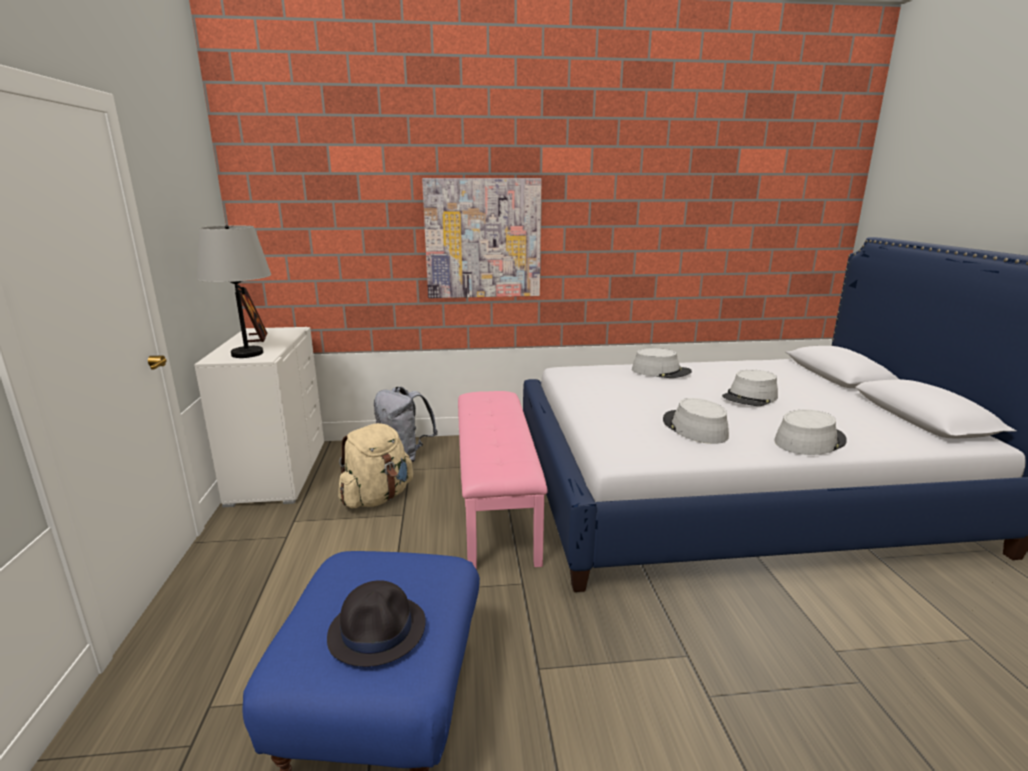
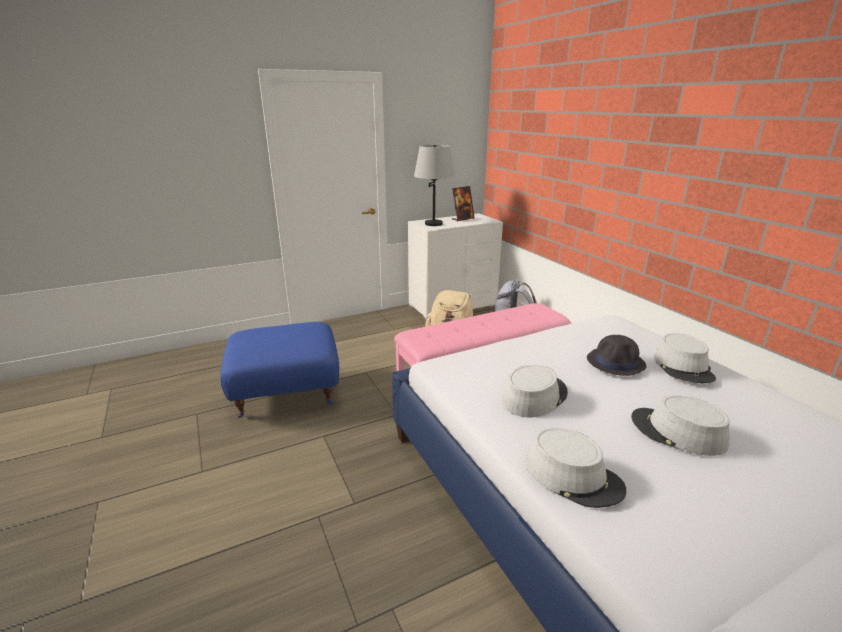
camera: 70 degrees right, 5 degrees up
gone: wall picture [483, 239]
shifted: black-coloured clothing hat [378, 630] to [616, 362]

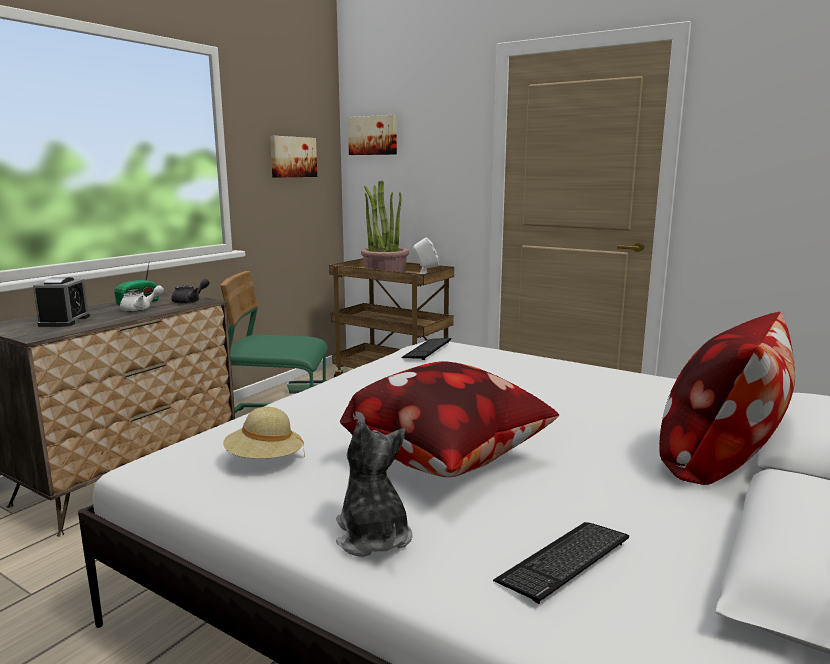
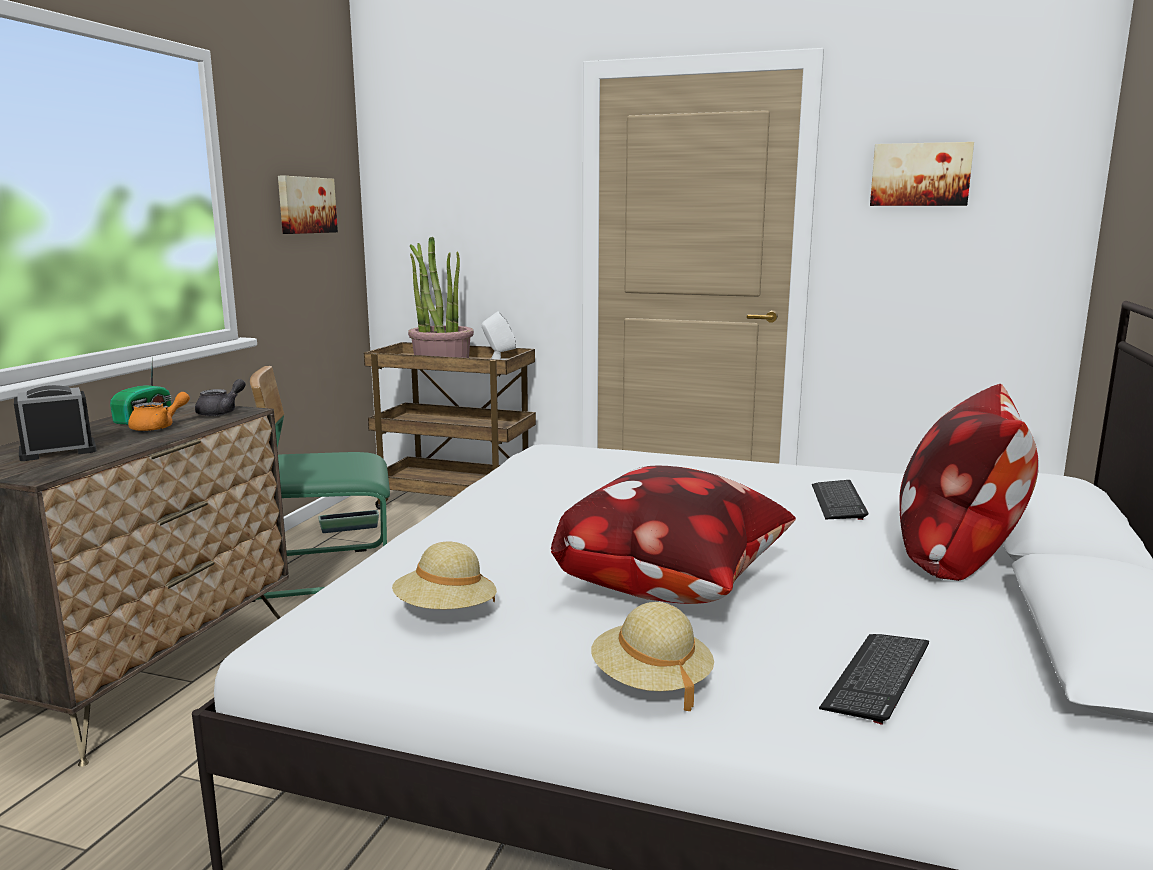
camera: 15 degrees left, 0 degrees up
shifted: wall picture [373, 135] to [920, 174]; PC keyboard [427, 350] to [838, 502]
swapped: soft toy [373, 537] to beige-coloured clothing hat [651, 682]
repainted: white teapot [141, 309] to orange teapot [159, 427]
rotated: table clock [64, 321] = [58, 451] 105 degrees counterclockwise

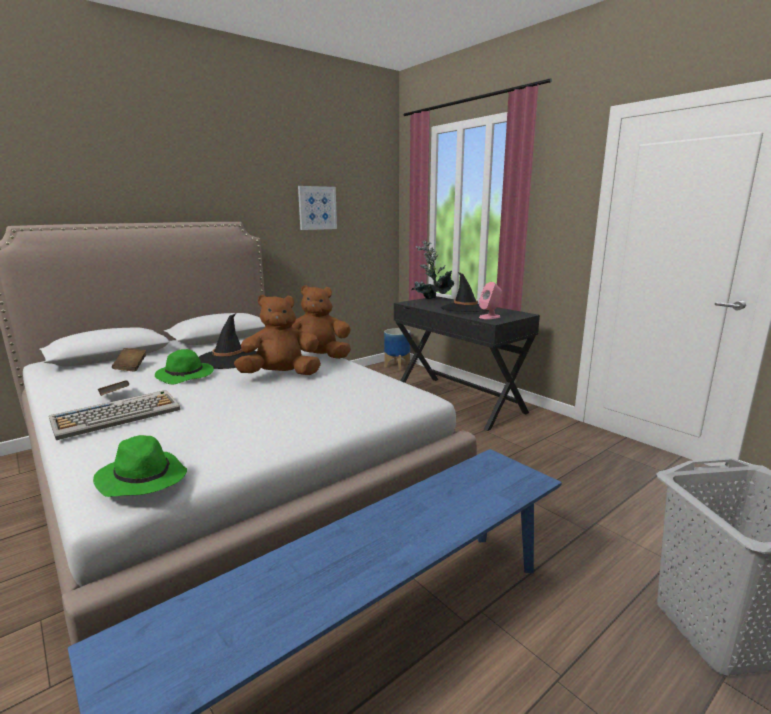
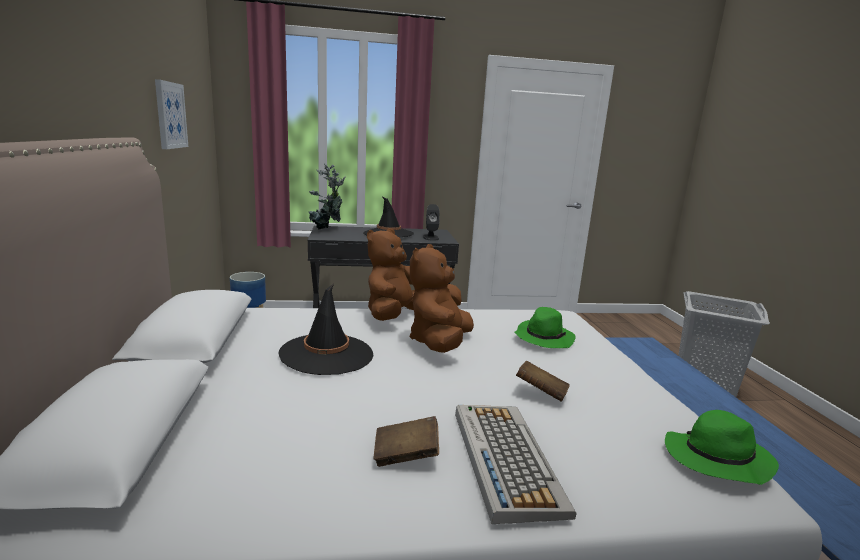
camera: 60 degrees left, 0 degrees up
shifted: brown volume [131, 367] to [541, 393]; greenish clothing hat [186, 376] to [543, 338]
repainted: pink-coloured audio speaker [489, 317] to black-coloured audio speaker [430, 237]

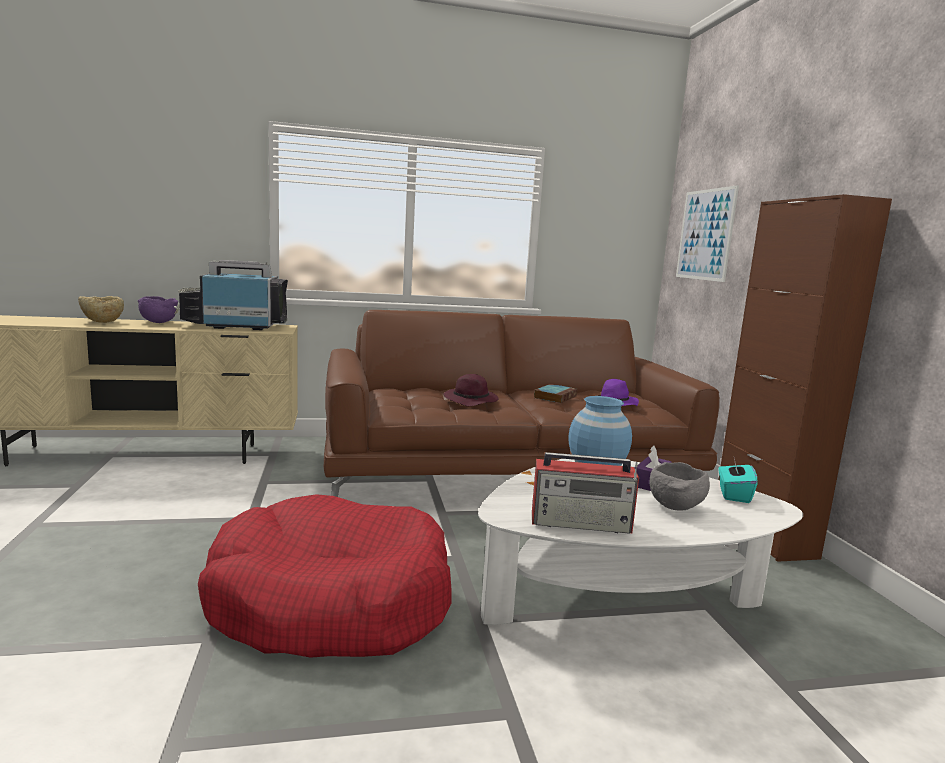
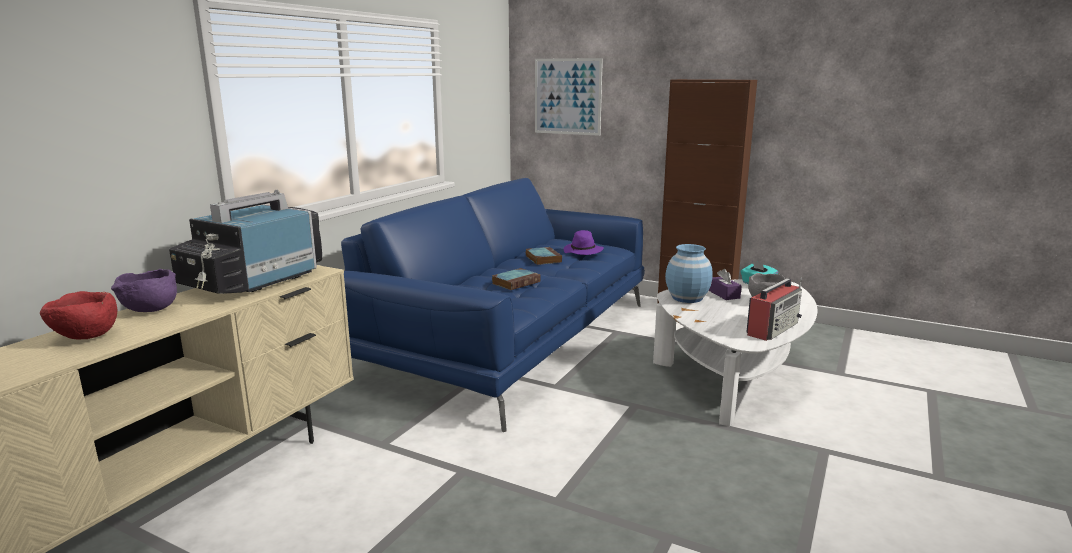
camera: 50 degrees left, 5 degrees up
gone: reddish dog cushion [330, 601]
swapped: purple clothing hat [471, 400] to volume [516, 282]
repainted: beige-coloured serving bowl [102, 322] to reddish serving bowl [85, 337]; brown settee [506, 472] to bluish settee [512, 338]

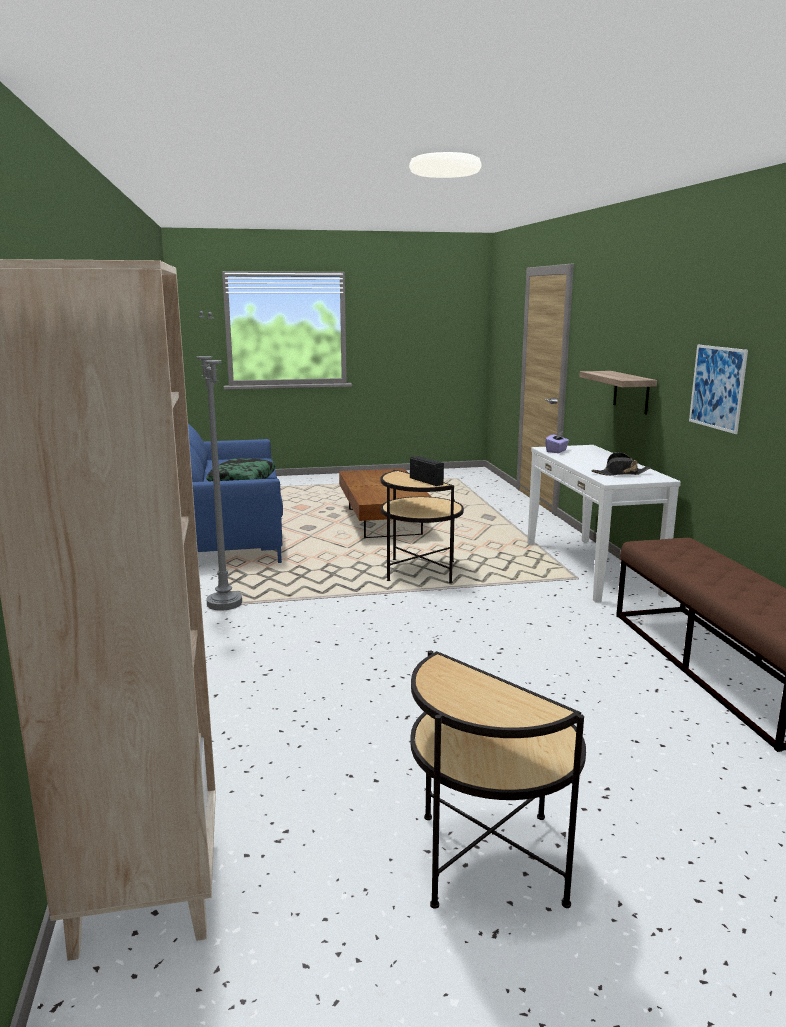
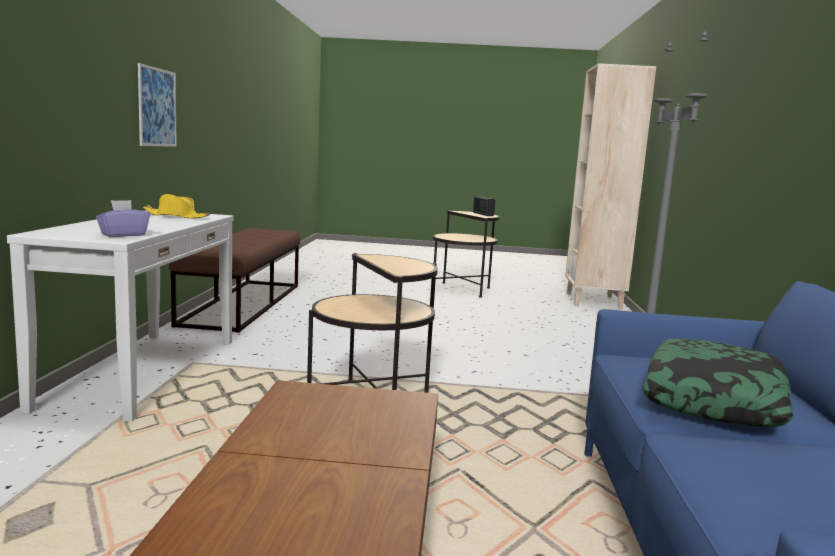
camera: 165 degrees left, 5 degrees down
gone: wall shelf [631, 392]
shifted: radio receiver [426, 481] to [482, 214]
repainted: black-coloured clothing hat [620, 473] to yellow clothing hat [176, 216]

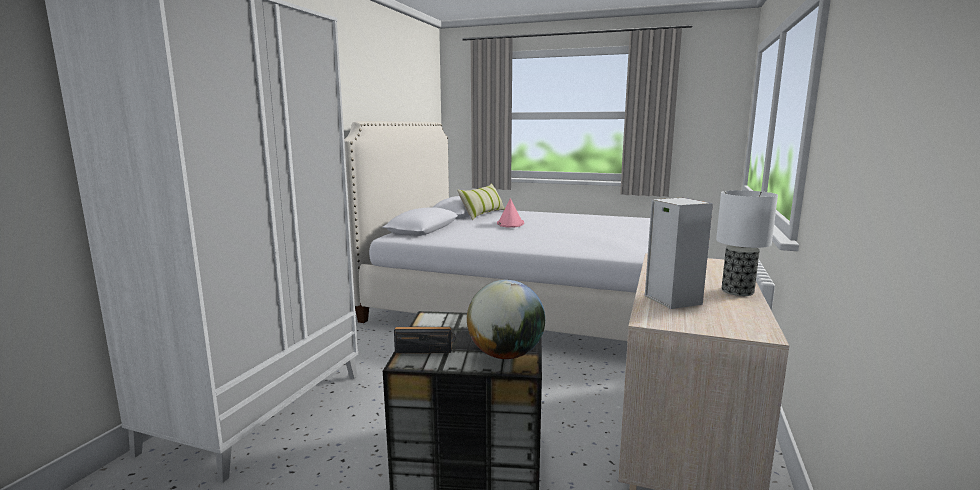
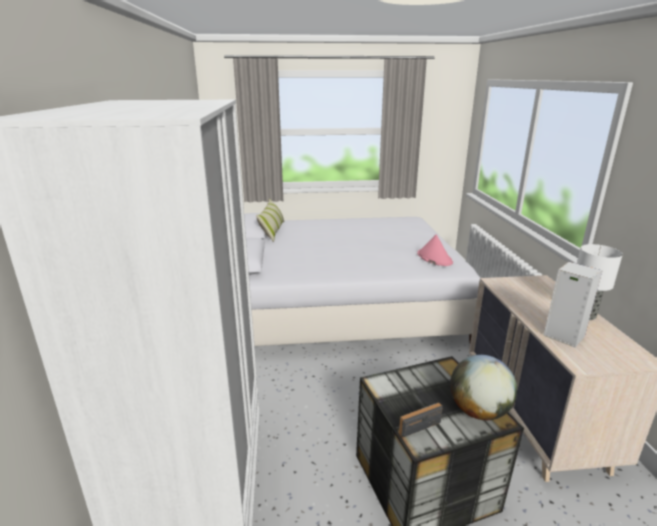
camera: 25 degrees left, 10 degrees up
shifted: pink-coloured clothing hat [510, 224] to [434, 258]

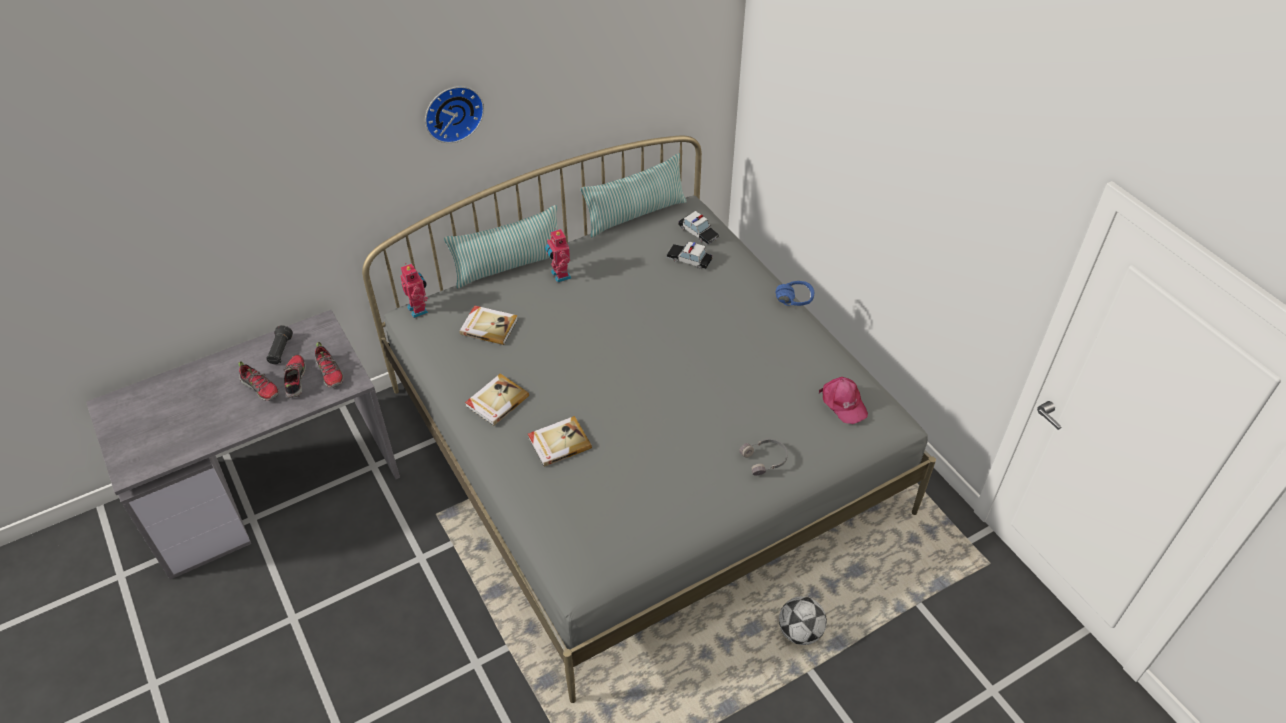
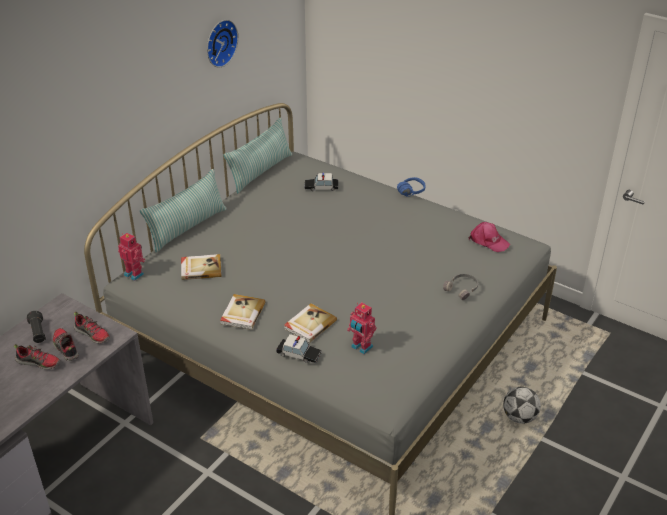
camera: 25 degrees left, 10 degrees down
shifted: clock on the wall [452, 112] to [219, 42]; toy robot [559, 275] to [361, 347]; model car [698, 232] to [299, 354]

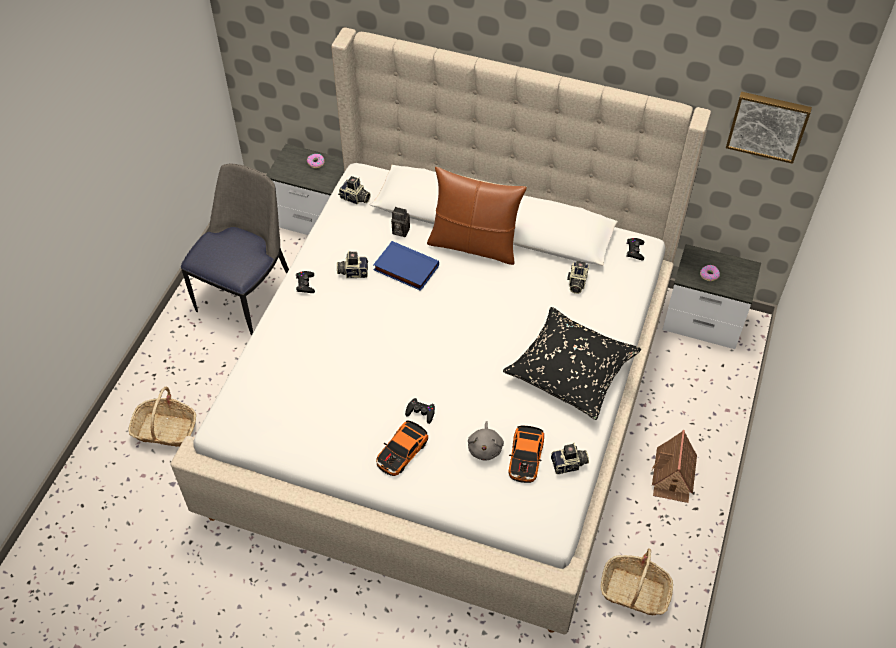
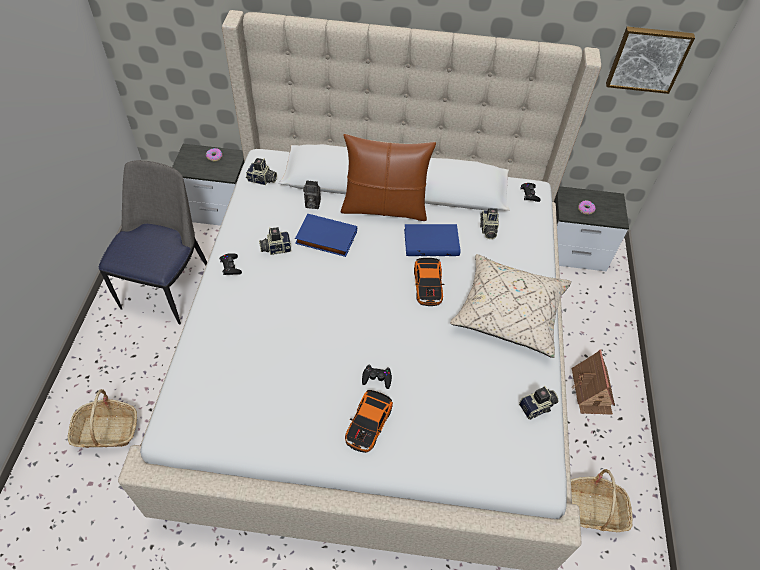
camera: 15 degrees left, 0 degrees up
gone: greyish soft toy [485, 448]
new: bluish volume [431, 241]
shifted: model car [526, 457] to [428, 285]
repainted: black-coloured cushion [571, 371] to beige-coloured cushion [509, 312]

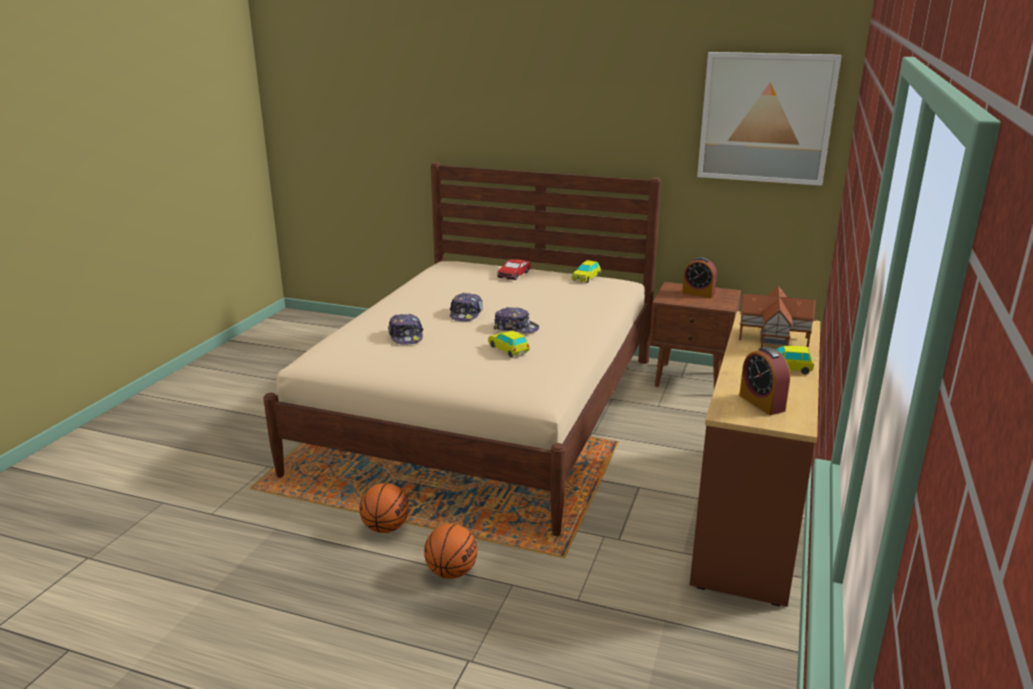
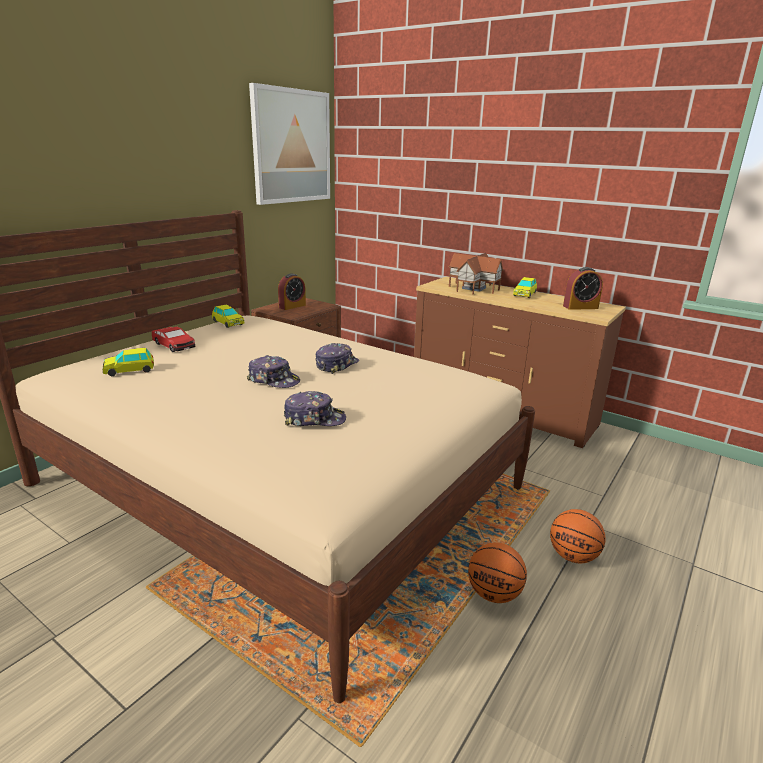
camera: 75 degrees left, 0 degrees up
shifted: model car [508, 349] to [129, 370]

